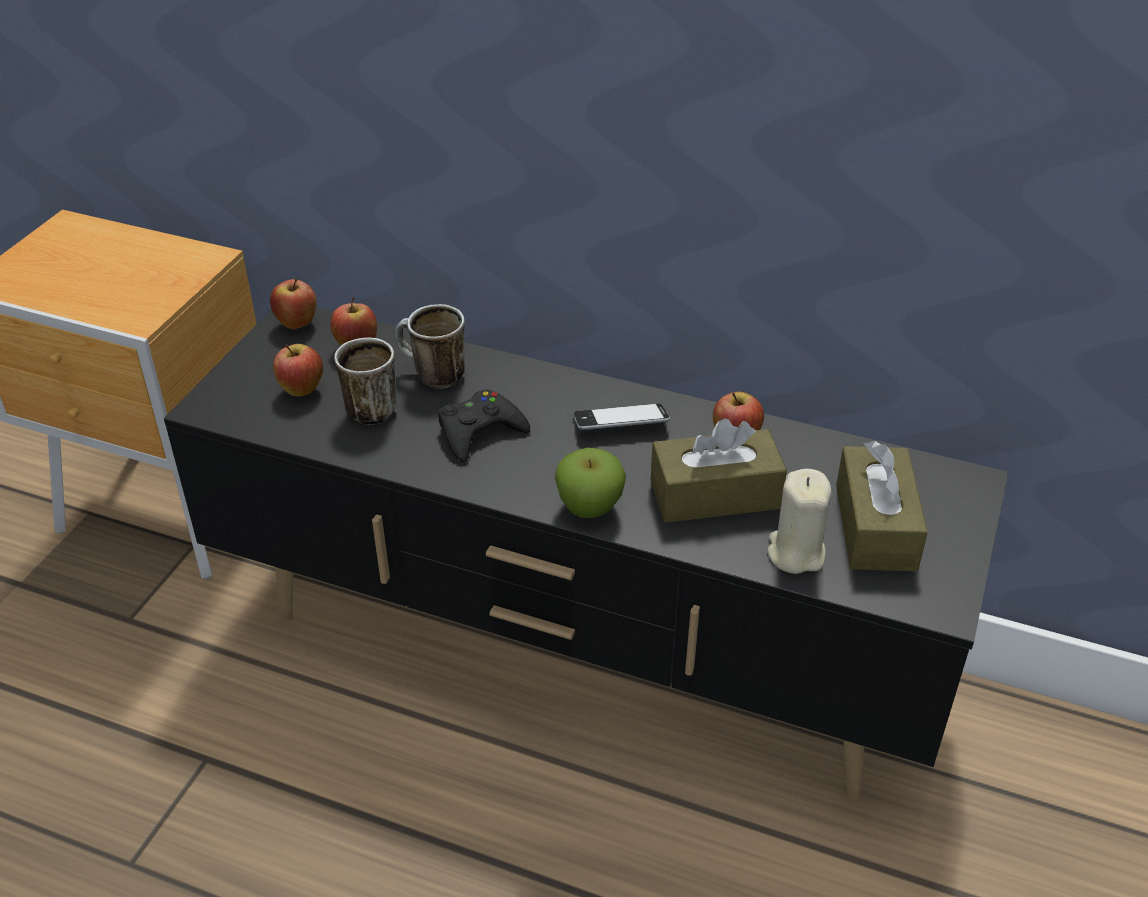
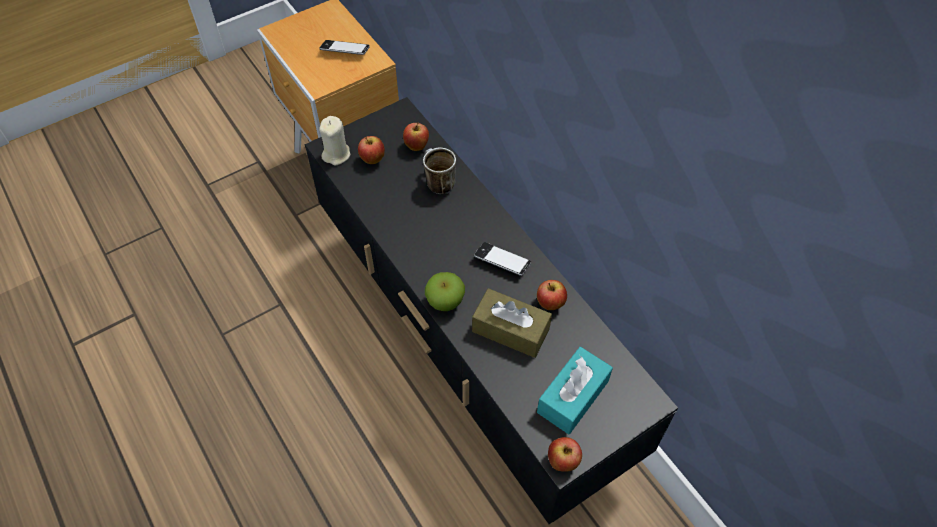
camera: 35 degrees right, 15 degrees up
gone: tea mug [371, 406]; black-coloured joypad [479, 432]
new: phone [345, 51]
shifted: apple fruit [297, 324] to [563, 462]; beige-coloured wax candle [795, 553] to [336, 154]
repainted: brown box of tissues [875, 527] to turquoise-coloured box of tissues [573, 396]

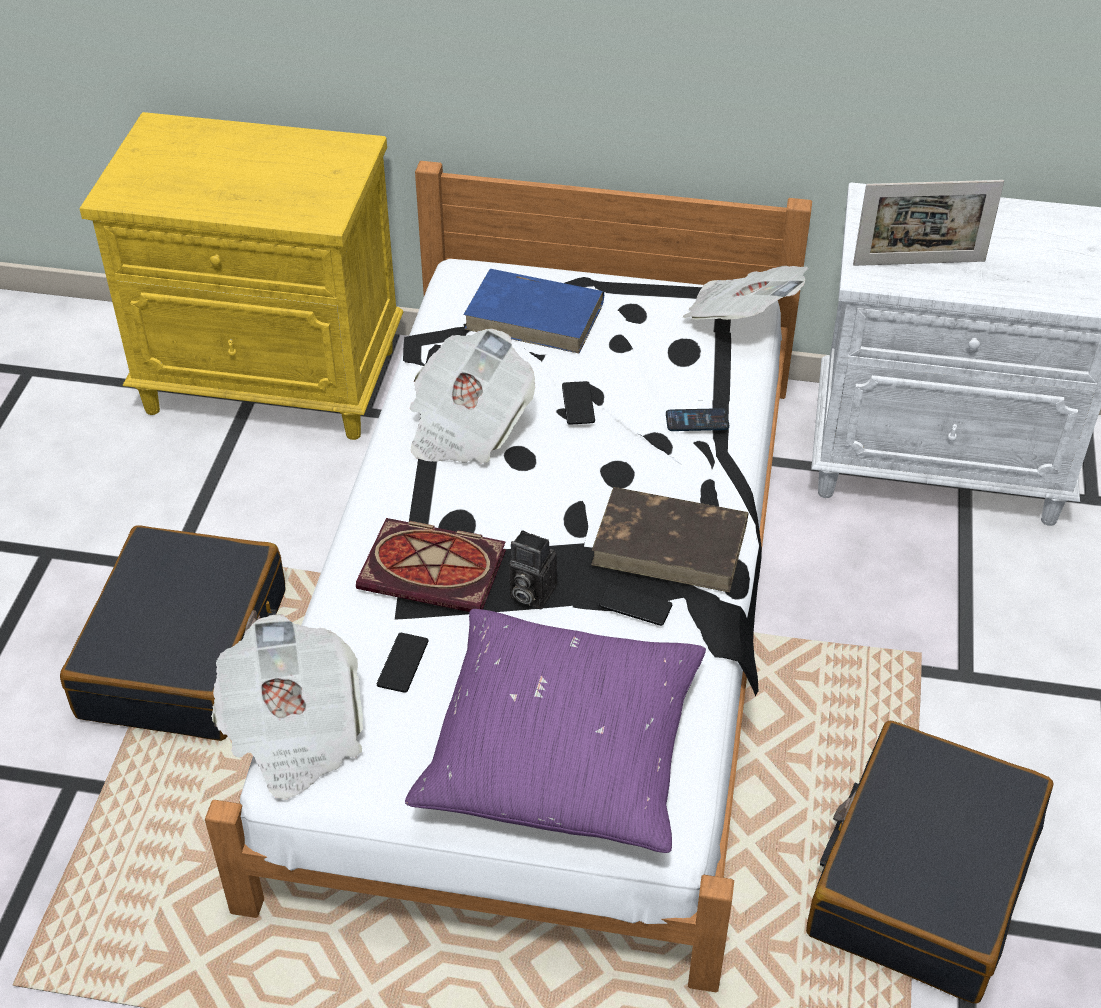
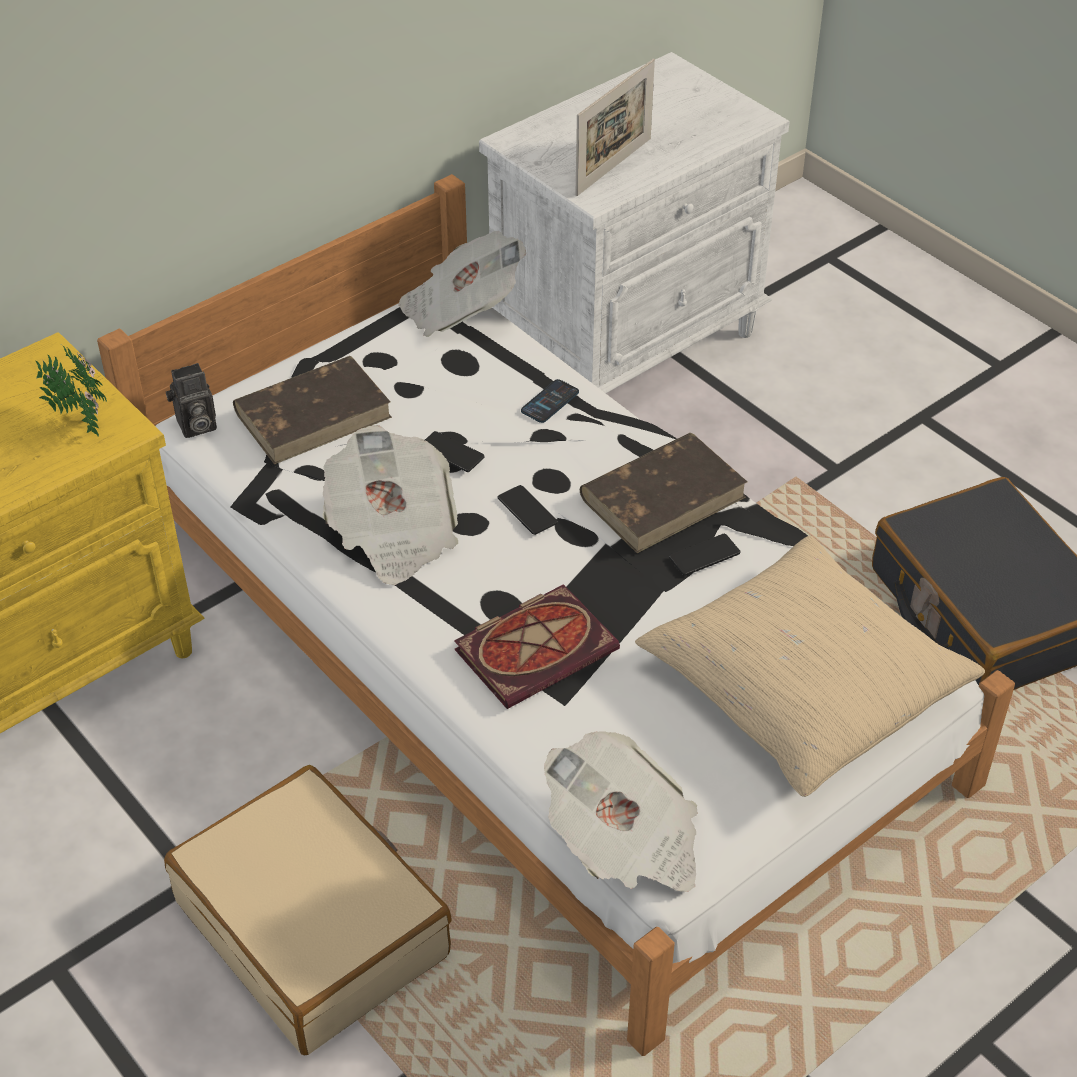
camera: 50 degrees left, 0 degrees up
new: potted plant [78, 418]
shifted: phone [402, 663] to [527, 511]; photo camera [529, 593] to [195, 426]
repainted: black-coloured piece of luggage [186, 654] to beige-coloured piece of luggage [314, 927]; purple cushion [562, 749] to beige-coloured cushion [803, 684]; bluish volume [536, 316] to brown volume [314, 414]

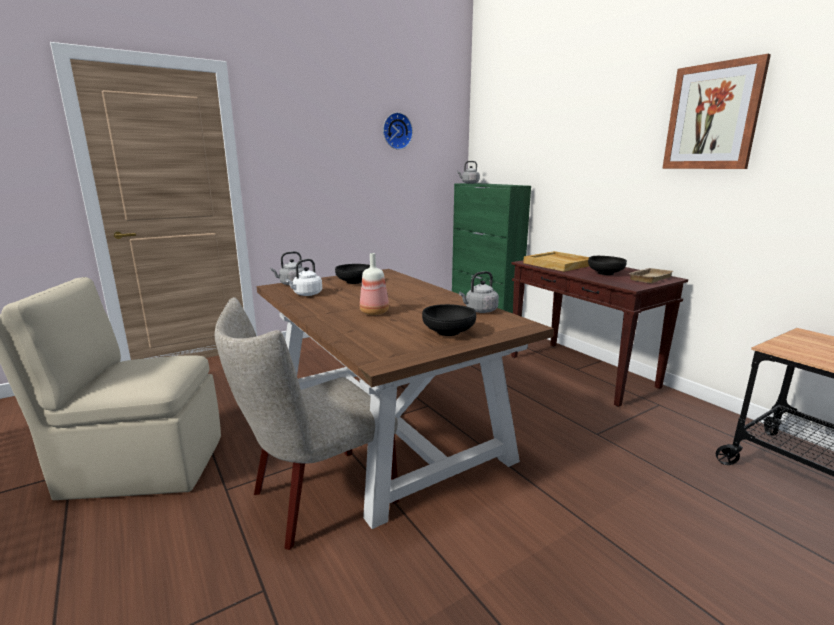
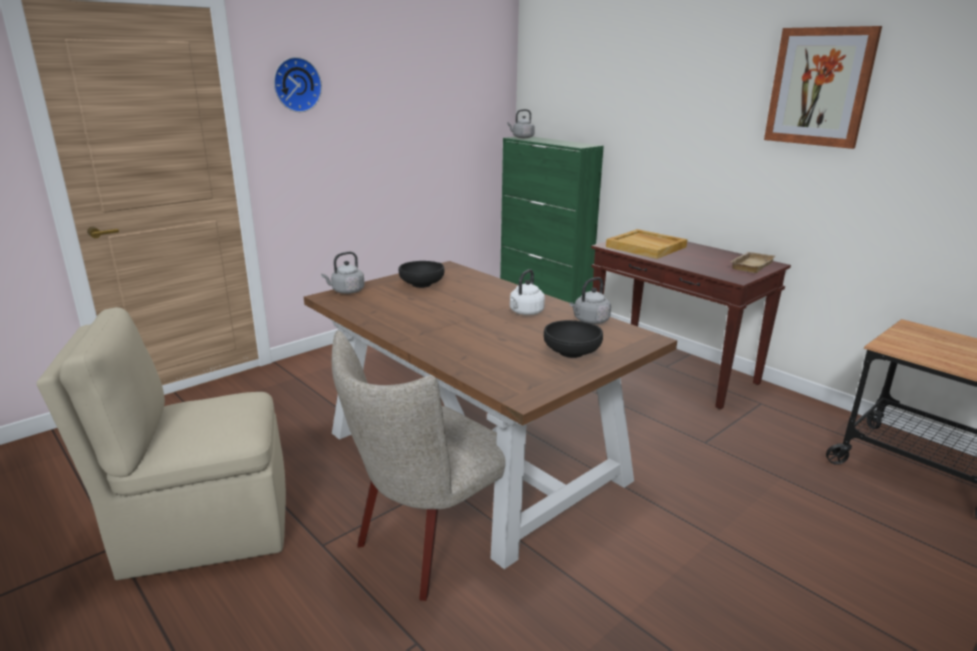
camera: 10 degrees left, 5 degrees up
gone: drink bottle [375, 312]; black-coloured serving bowl [605, 273]
shifted: white kettle [306, 294] to [525, 312]; clock on the wall [396, 131] to [296, 84]

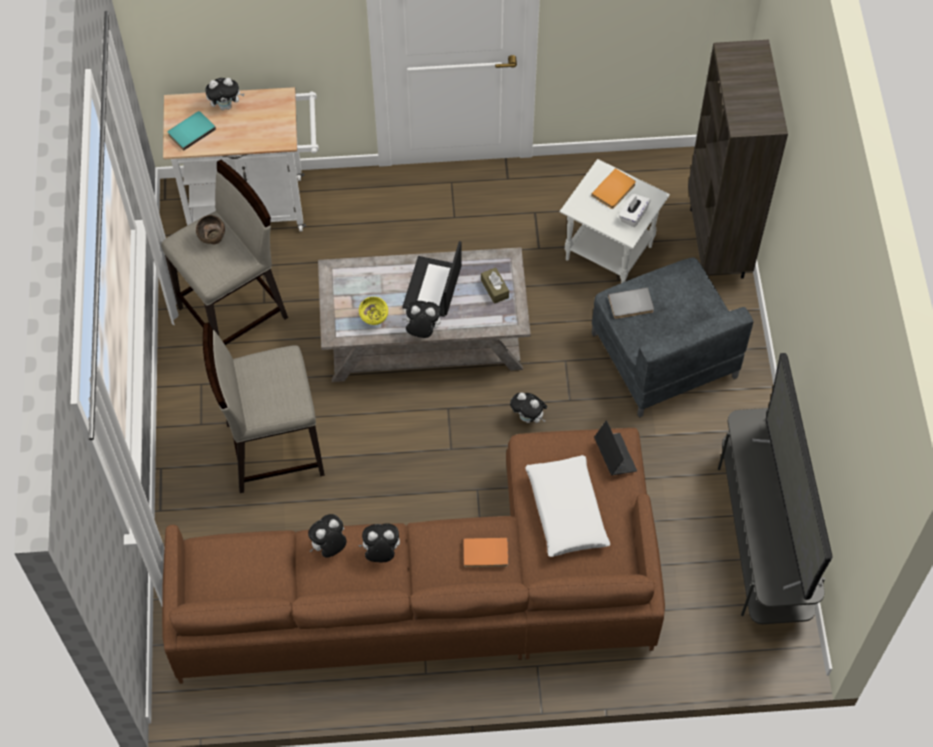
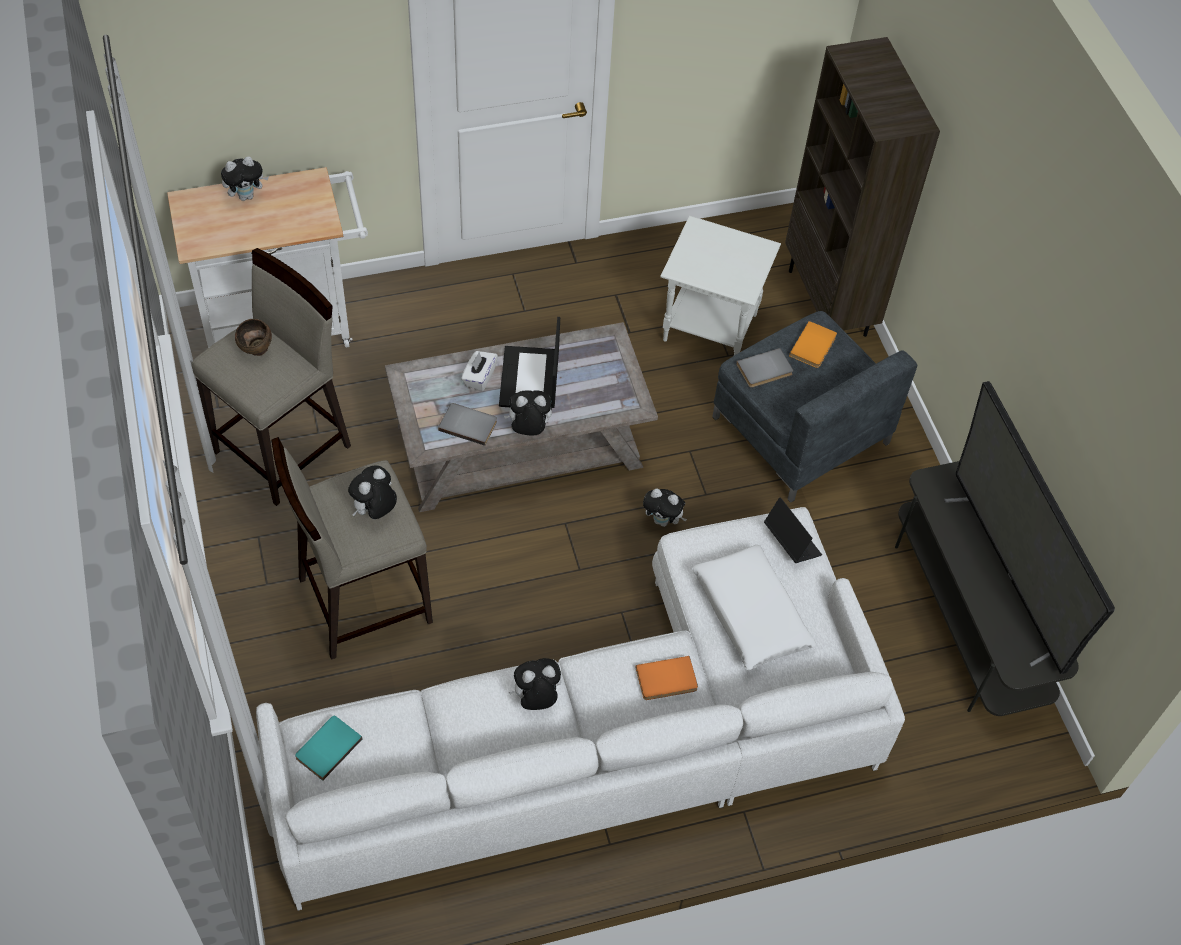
camera: 15 degrees left, 5 degrees down
gone: brown box of tissues [494, 289]
shifted: turquoise-coloured volume [190, 131] to [327, 747]; soft toy [329, 547] to [375, 511]; orange volume [614, 190] to [814, 347]; white box of tissues [633, 215] to [479, 377]
swapped: yellow serving bowl [375, 320] to greyish volume [468, 424]
repainted: brown settee [440, 589] to white settee [604, 737]

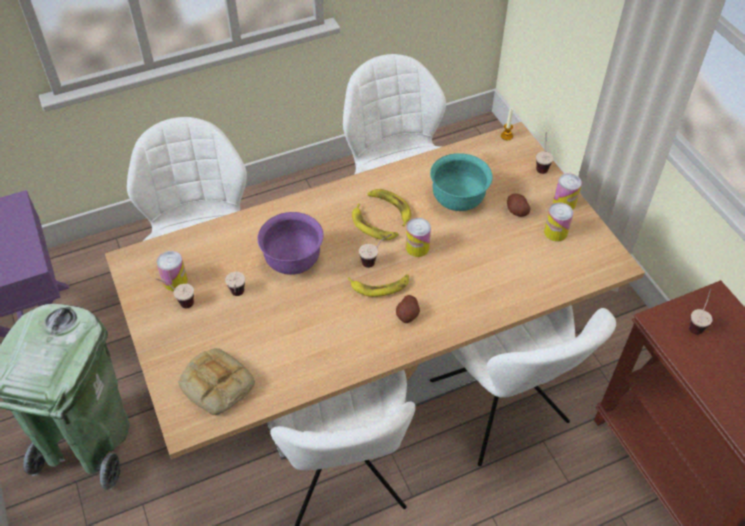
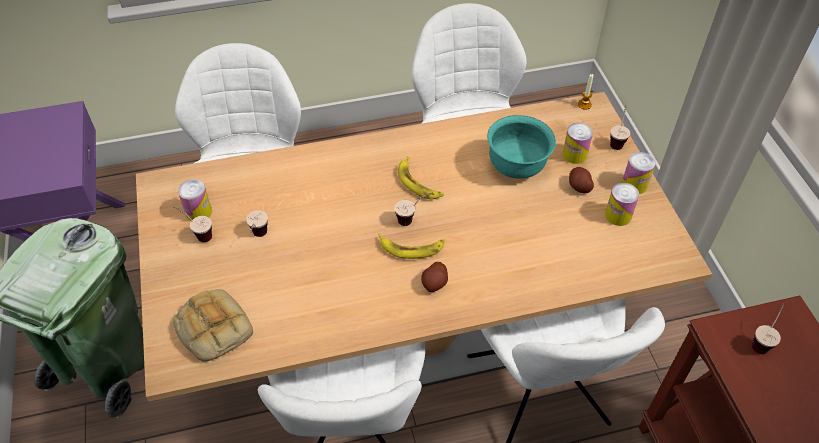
camera: 10 degrees right, 0 degrees up
gone: purple serving bowl [293, 261]; banana fruit [390, 208]
shifted: metal can [417, 247] to [574, 154]

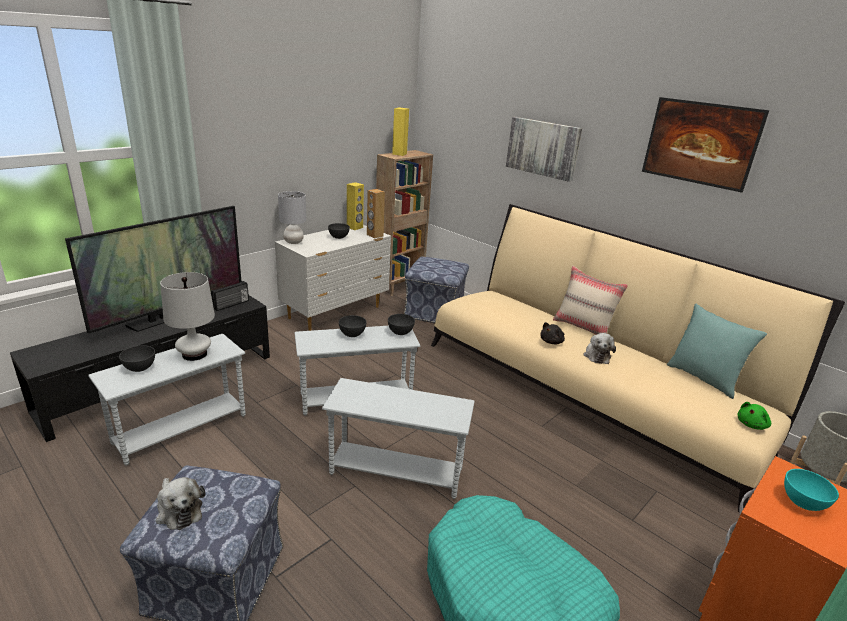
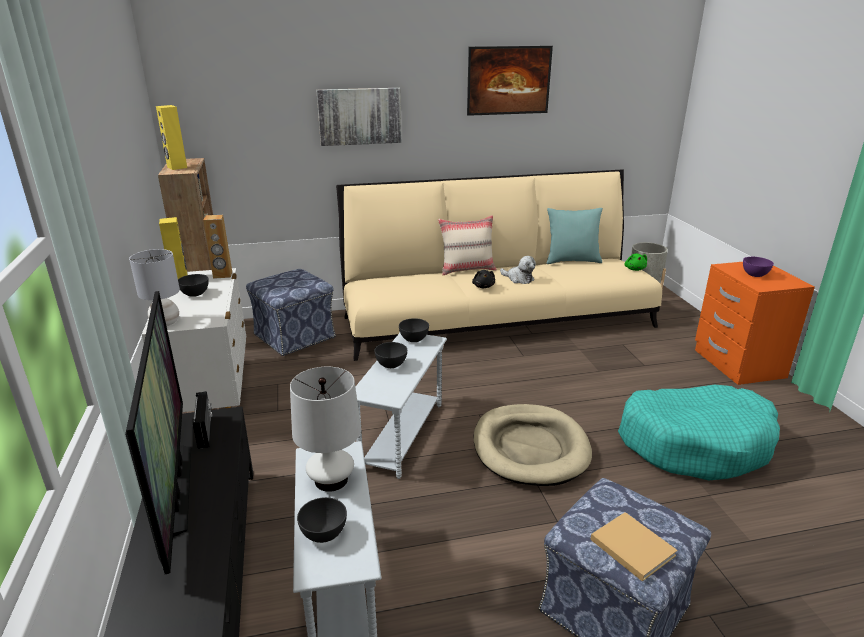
camera: 55 degrees left, 0 degrees up
swapped: soft toy [178, 510] to beige-coloured volume [630, 546]; white side table [396, 471] to beige-coloured dog cushion [530, 448]
repainted: turquoise-coloured serving bowl [802, 502] to purple serving bowl [754, 275]

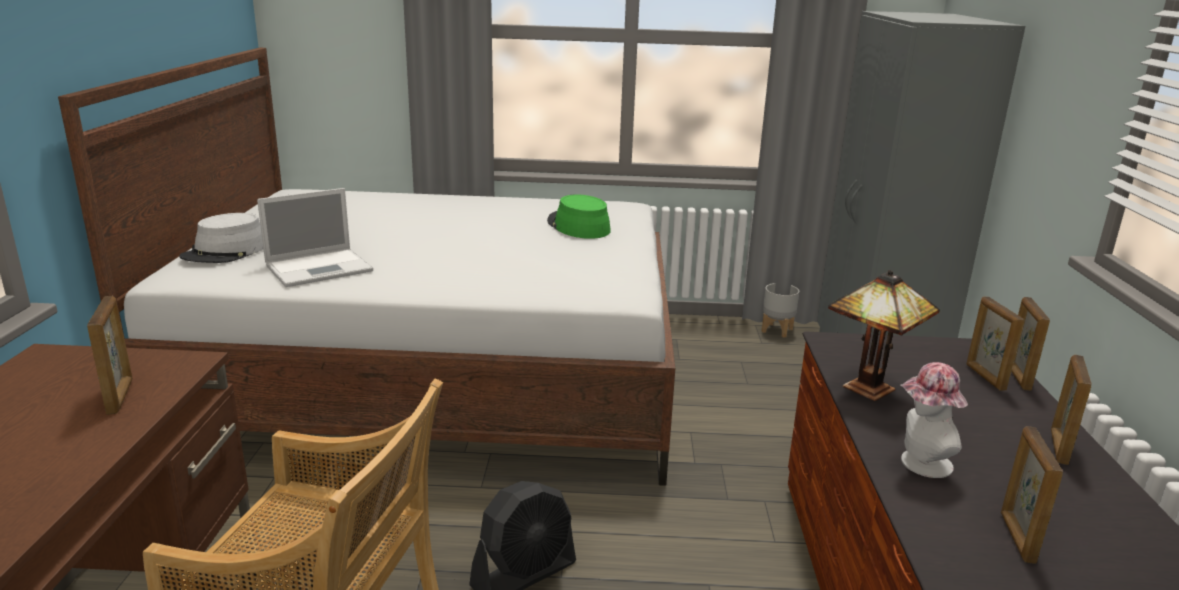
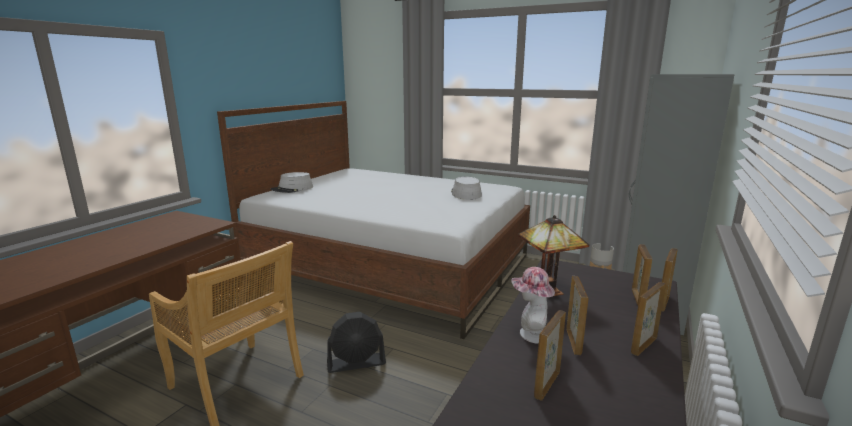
camera: 25 degrees right, 5 degrees down
gone: laptop [321, 268]
shifted: picture frame [120, 396] to [573, 341]
repainted: greenish clothing hat [578, 226] to greyish clothing hat [465, 193]

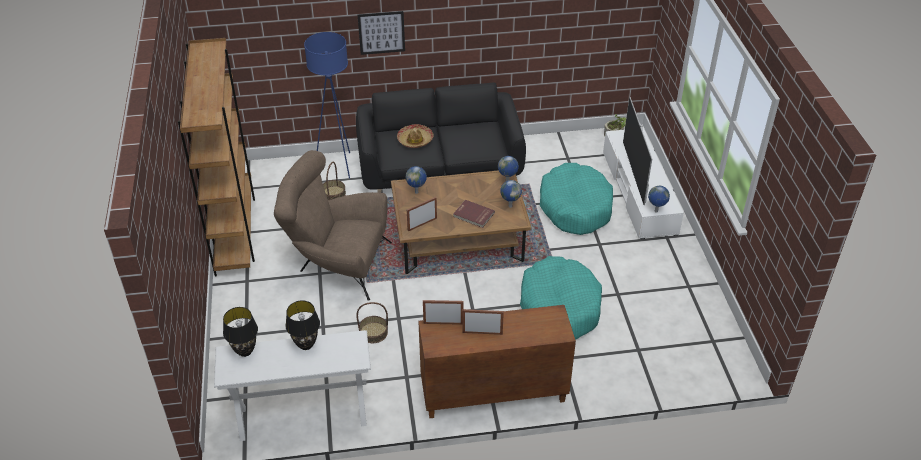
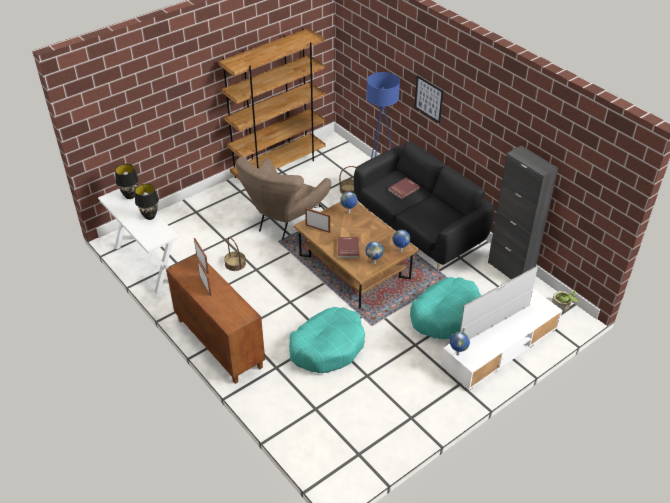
camera: 60 degrees right, 0 degrees up
new: black-coloured cabinet [510, 270]
swapped: clothing hat [415, 140] to reddish volume [403, 189]
rotated: brown easy chair [337, 264] = [284, 221] 135 degrees counterclockwise

